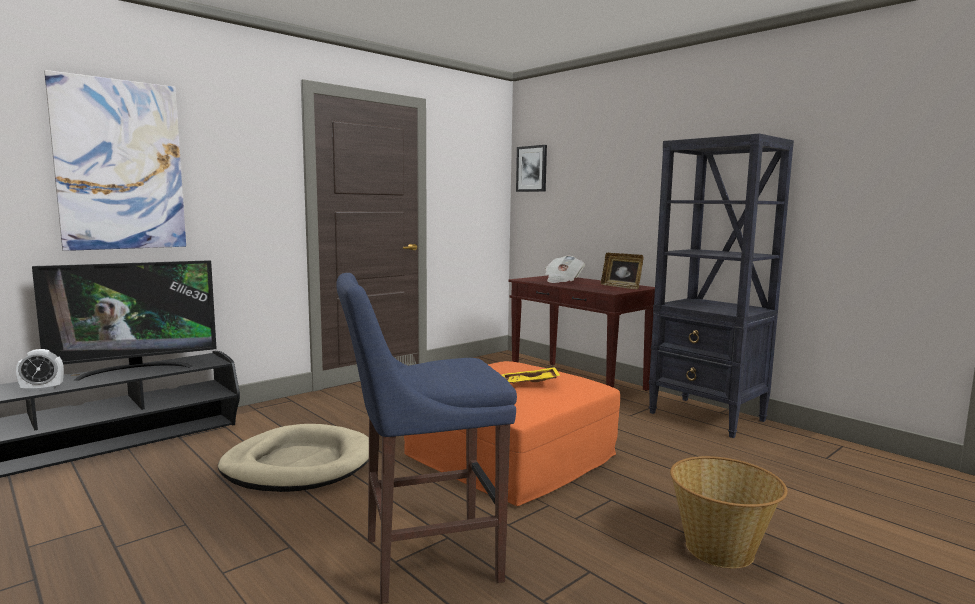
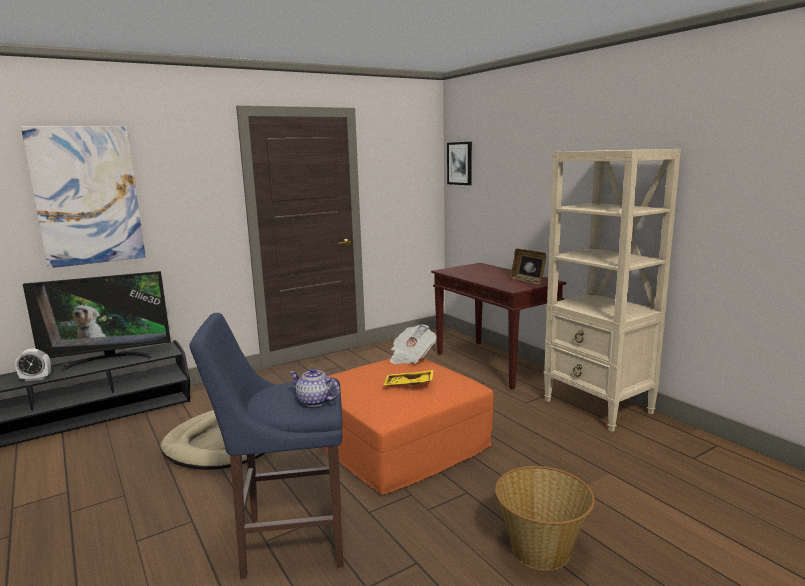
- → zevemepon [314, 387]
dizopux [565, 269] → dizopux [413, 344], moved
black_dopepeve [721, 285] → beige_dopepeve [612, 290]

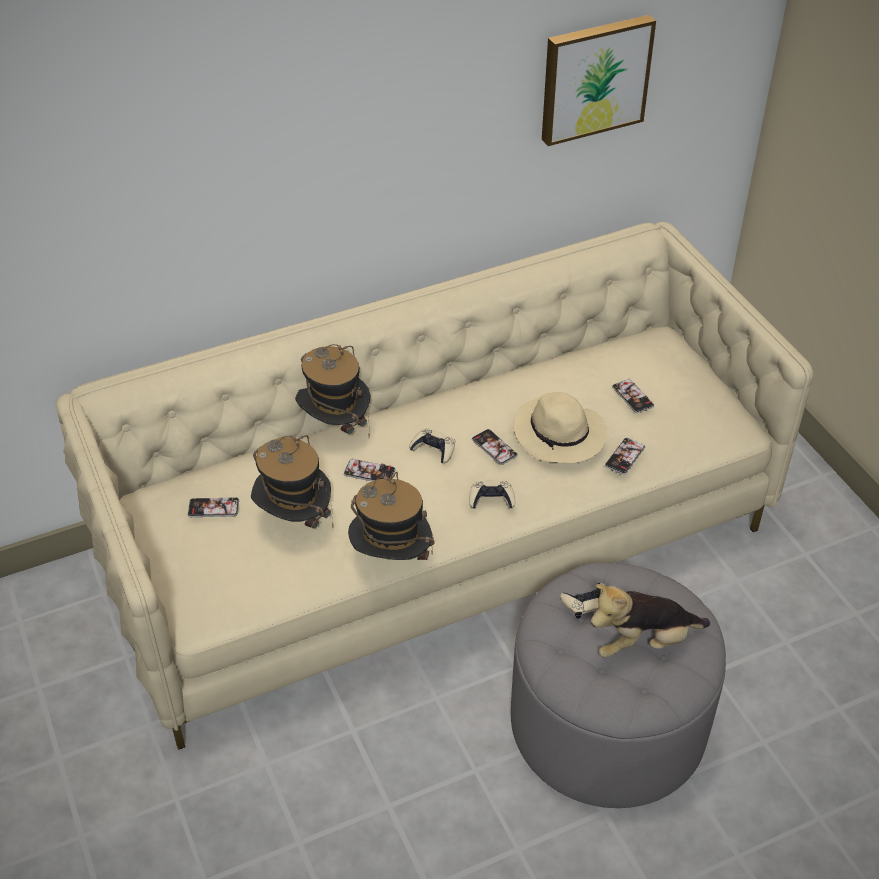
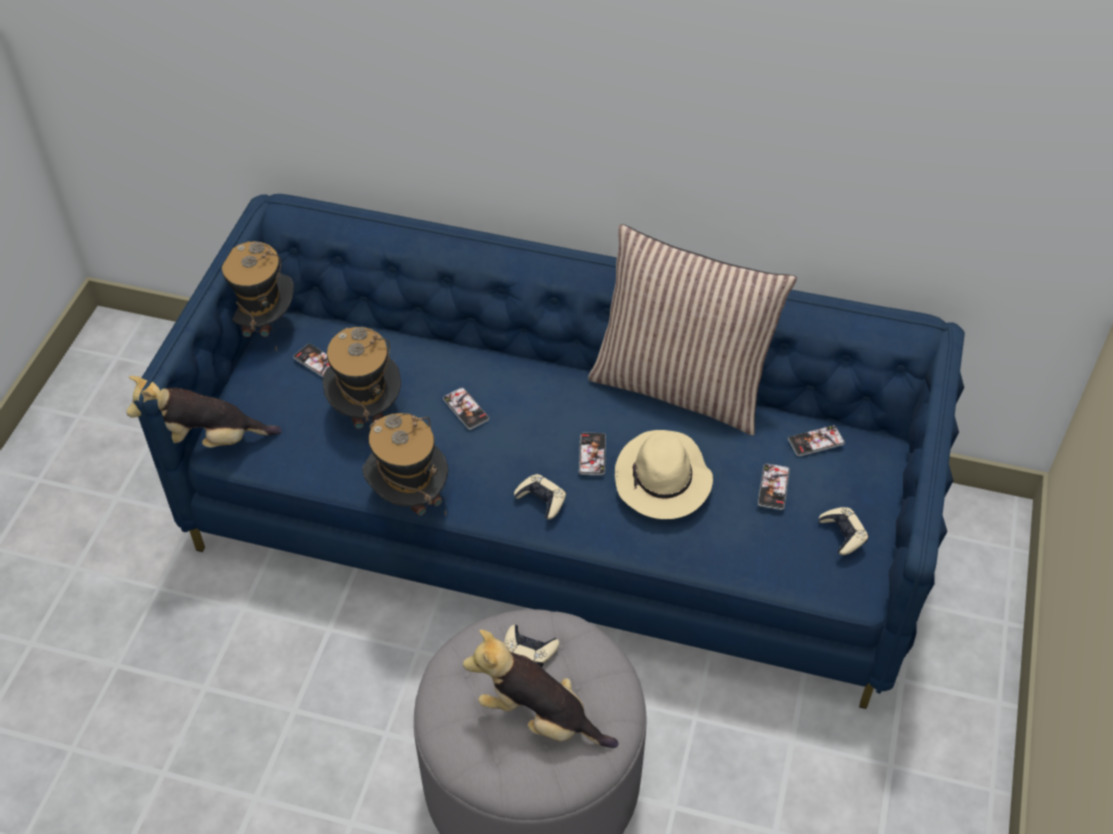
- → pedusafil [204, 412]
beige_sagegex [434, 486] → blue_sagegex [549, 451]
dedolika [332, 390] → dedolika [258, 296], moved
- → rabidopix [692, 329]
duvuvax [625, 456] → duvuvax [816, 440], moved
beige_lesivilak [432, 446] → beige_lesivilak [844, 531], moved
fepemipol [599, 80] → -

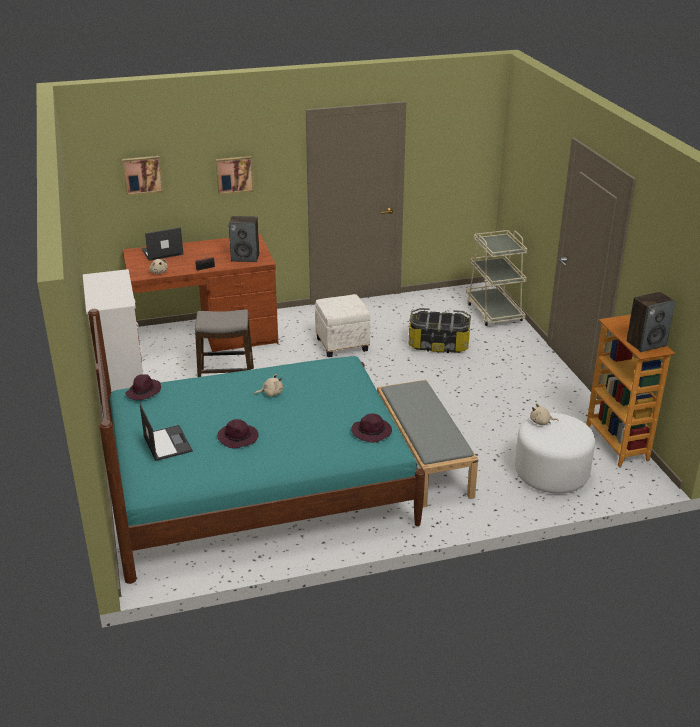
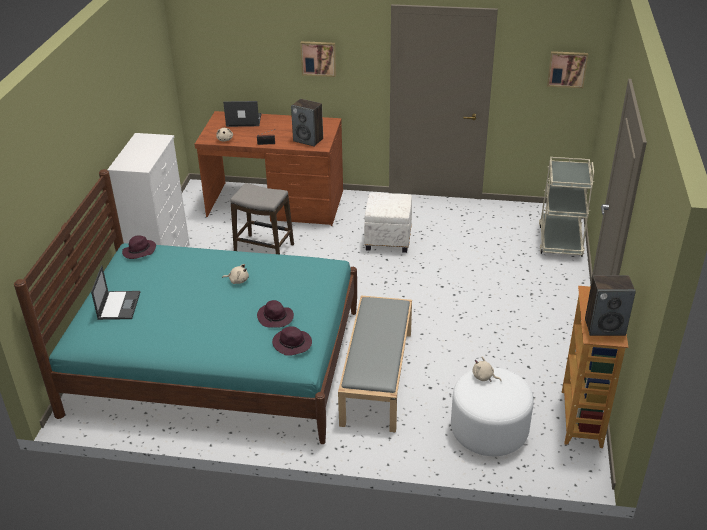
purple_dedolika [238, 433] → purple_dedolika [275, 314], moved
fepemipol [142, 176] → fepemipol [567, 69], moved
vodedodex [440, 330] → -

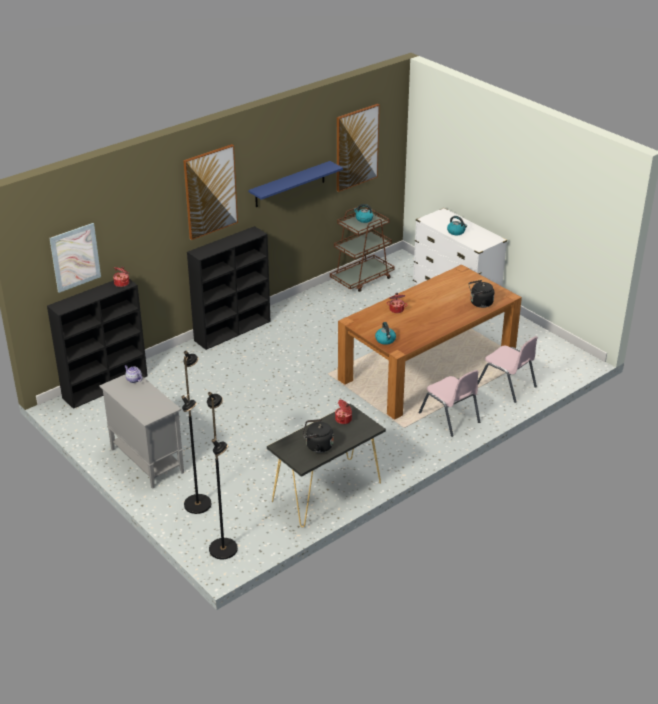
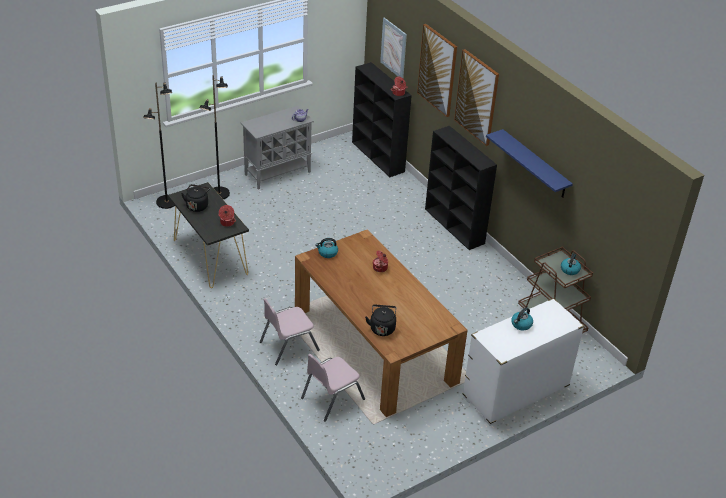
fepemipol [358, 148] → fepemipol [437, 70], moved

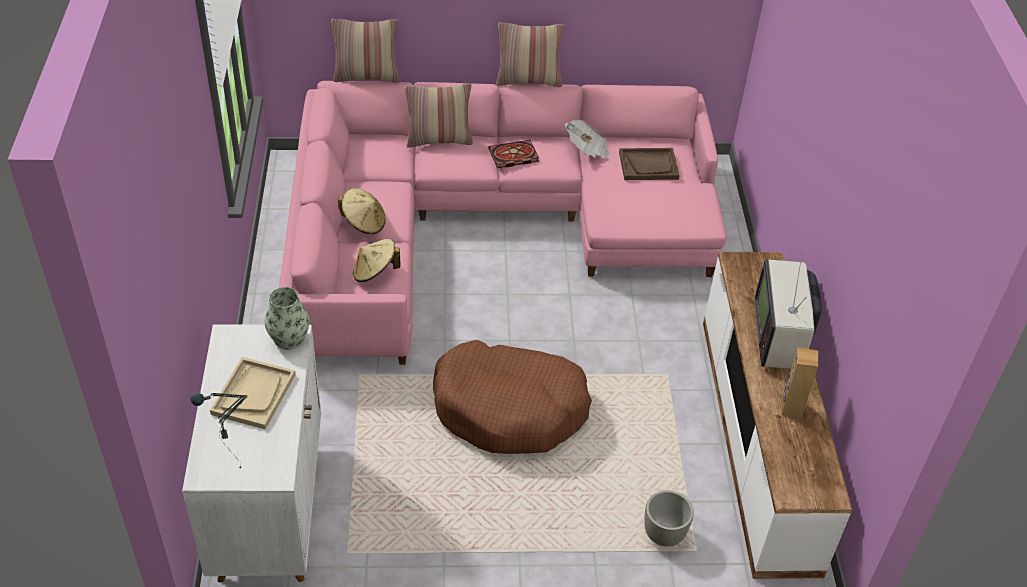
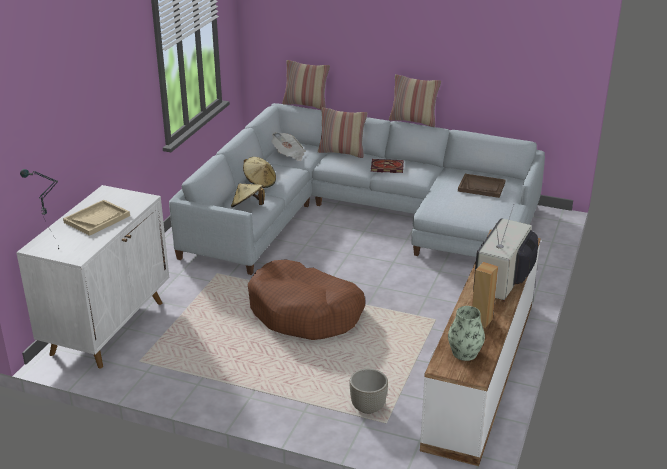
pink_sagegex [502, 223] → grey_sagegex [357, 189]
dizopux [588, 139] → dizopux [288, 146], moved
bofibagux [287, 318] → bofibagux [466, 333], moved

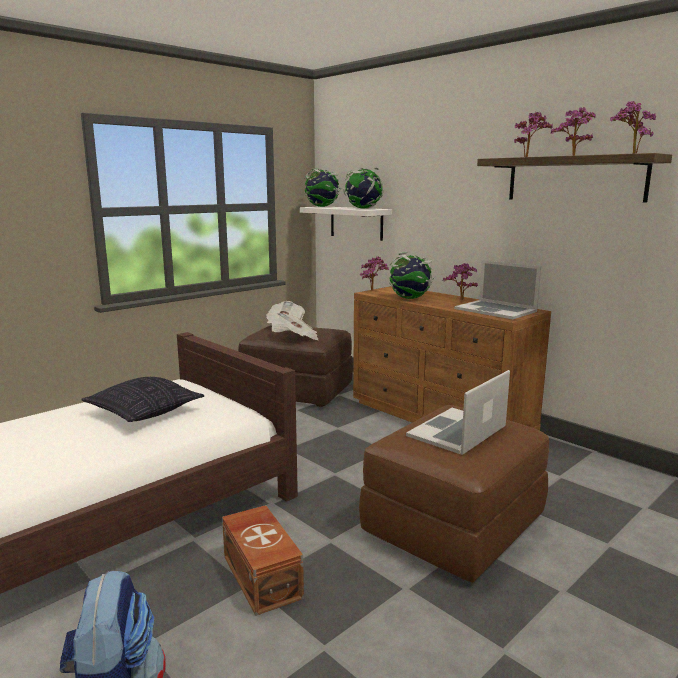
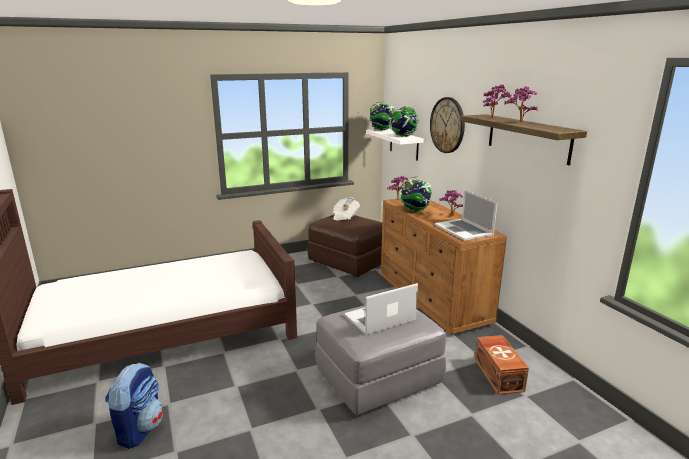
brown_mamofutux [454, 494] → grey_mamofutux [380, 360]
- → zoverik [447, 125]
brown_vodedodex [263, 560] → brown_vodedodex [502, 365], moved
rabidopix [143, 399] → -
dizopux [297, 326] → -
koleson [633, 127] → -

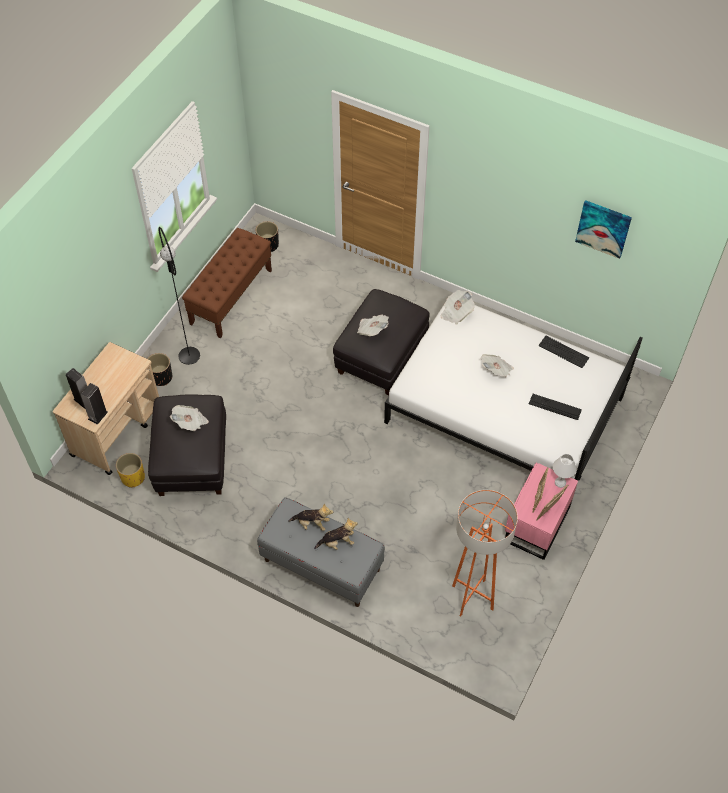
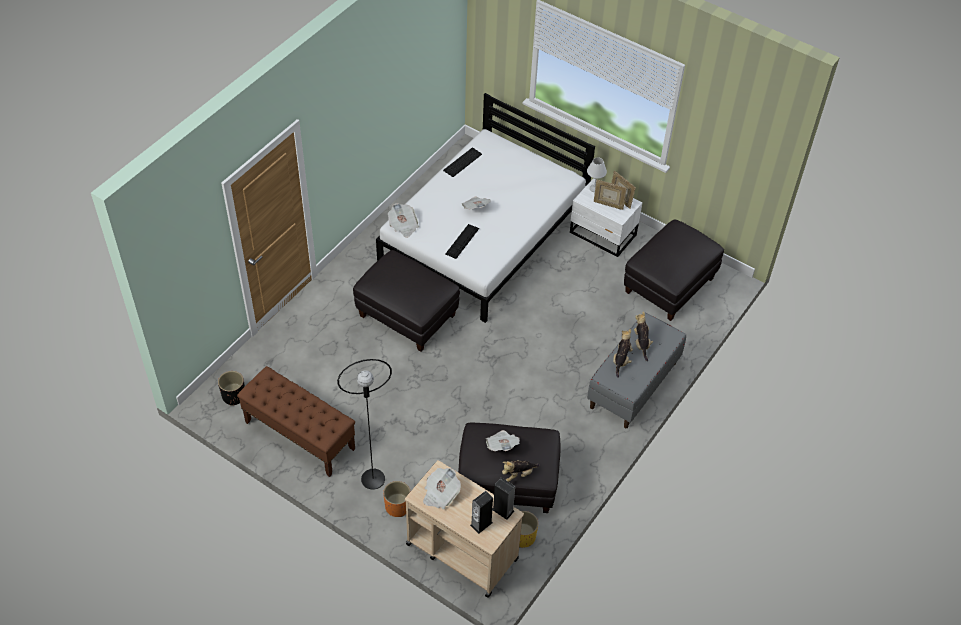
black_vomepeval [159, 369] → orange_vomepeval [397, 499]
dizopux [373, 325] → dizopux [442, 488], moved
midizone [555, 407] → midizone [462, 241], moved
- → pedusafil [520, 471]
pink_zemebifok [541, 511] → white_zemebifok [606, 217]
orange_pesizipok [485, 553] → black_mamofutux [674, 270]
fepemipol [603, 229] → -

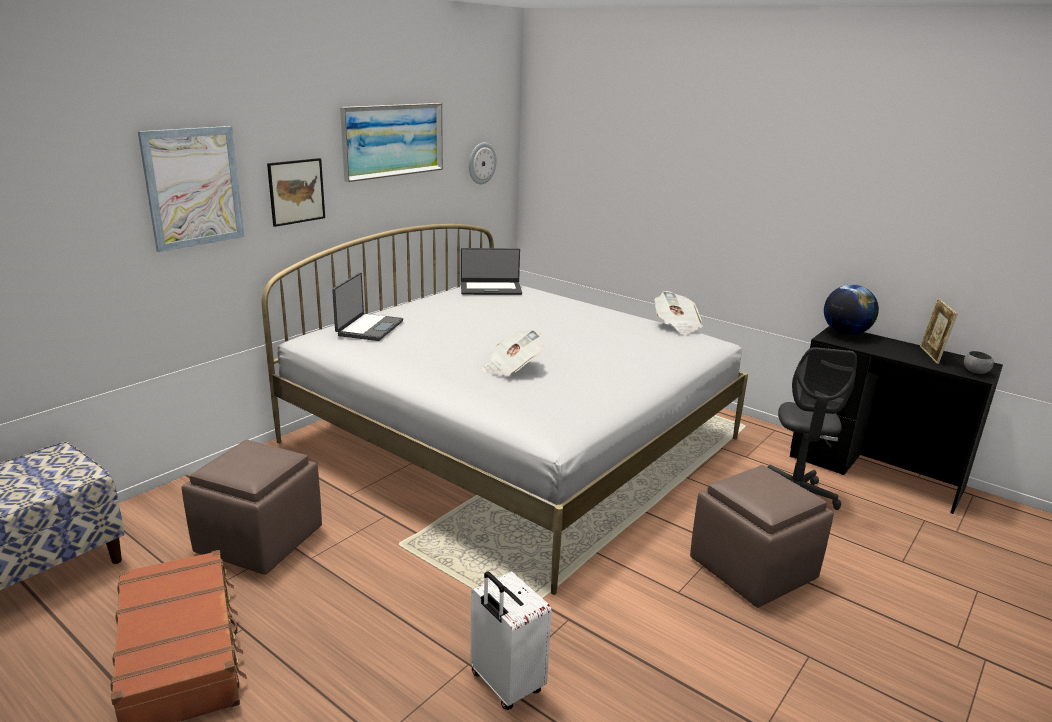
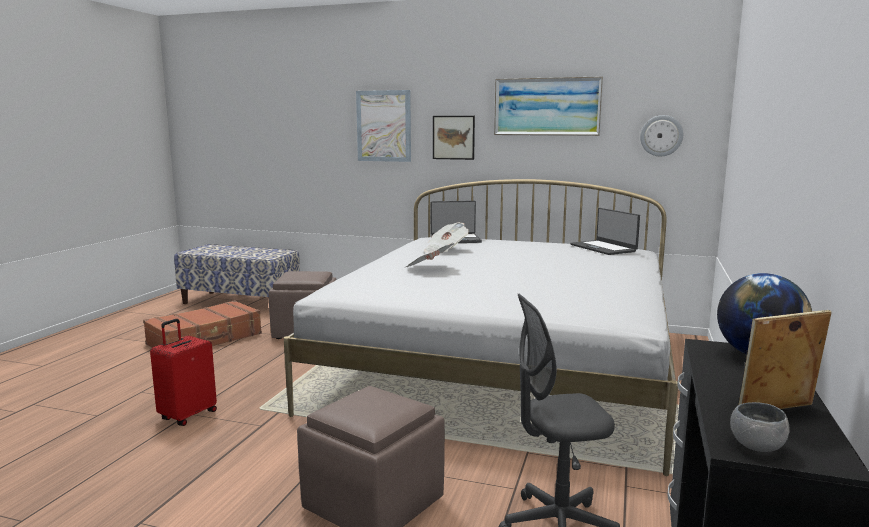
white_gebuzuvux [511, 640] → red_gebuzuvux [183, 372]
dizopux [678, 313] → dizopux [446, 237], moved

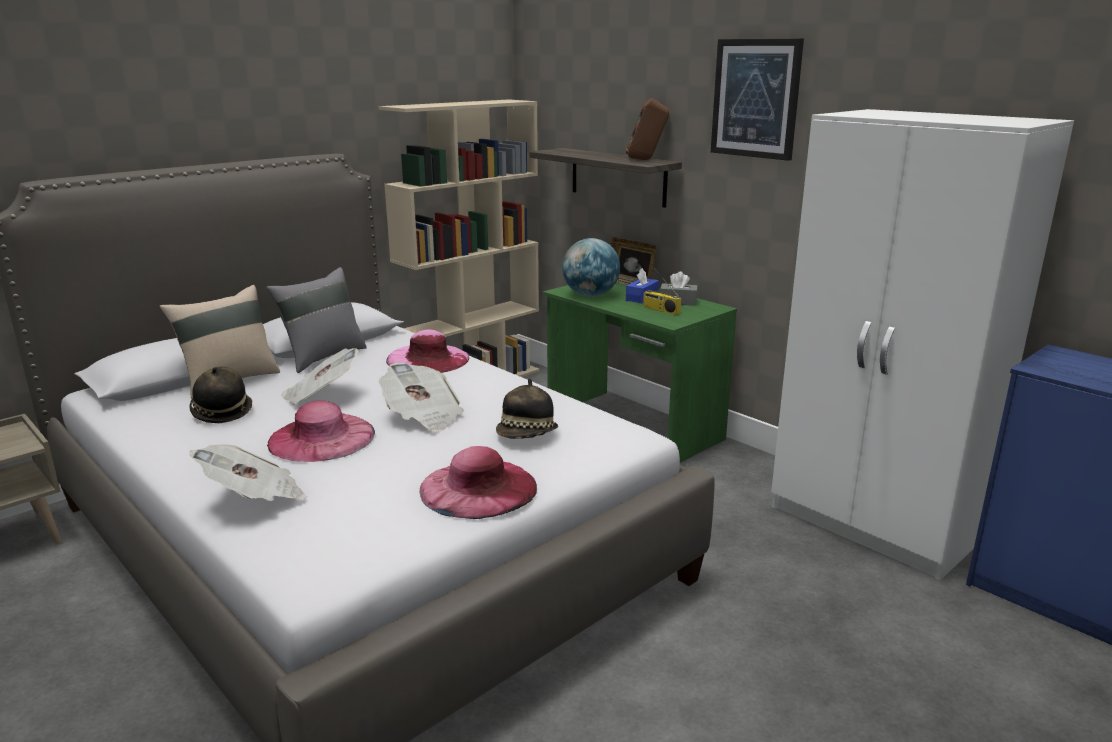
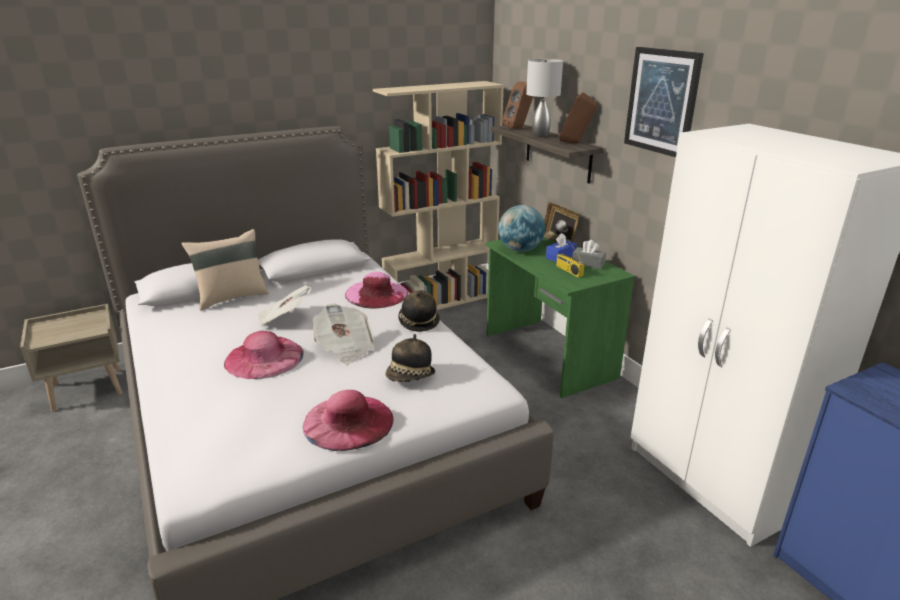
dedolika [220, 395] → dedolika [419, 311], moved
- → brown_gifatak [518, 105]
- → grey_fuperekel [544, 98]
dizopux [248, 473] → -
grey_rabidopix [316, 320] → -

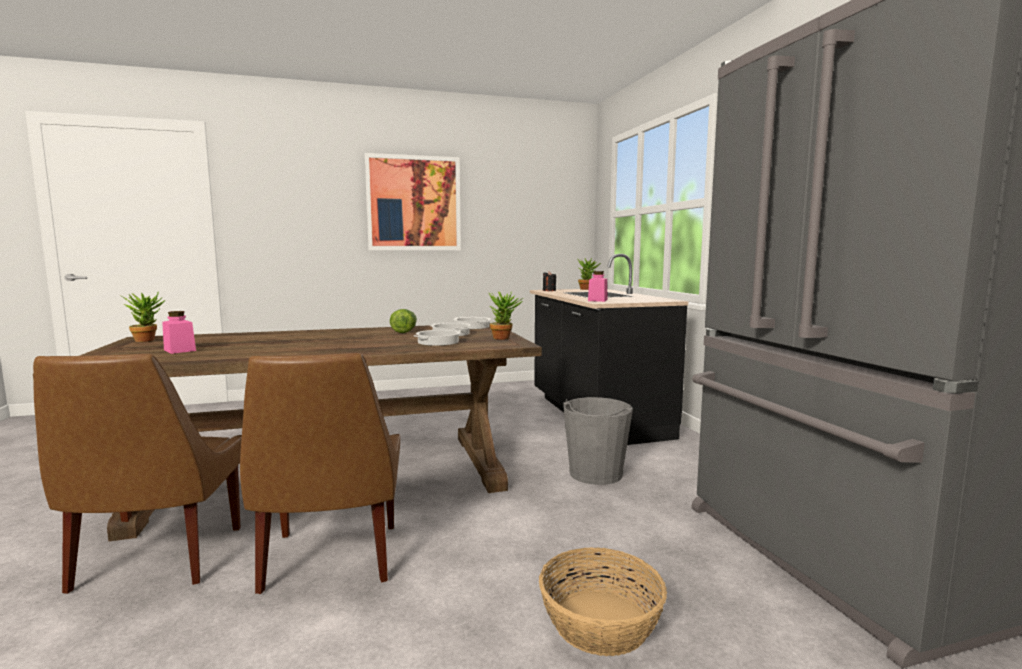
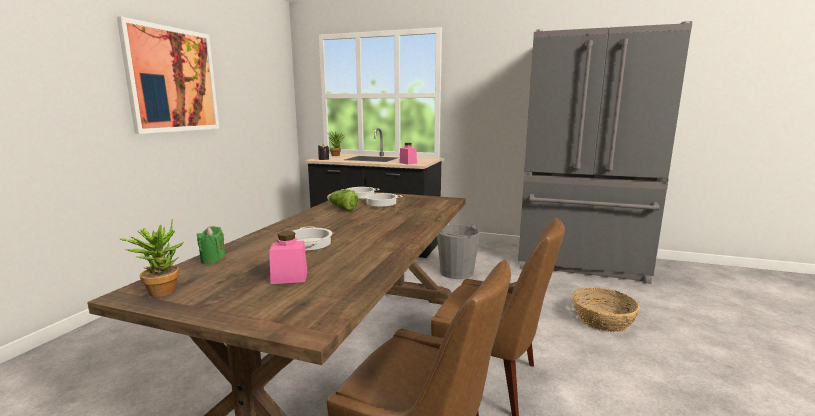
- → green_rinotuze [211, 245]
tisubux [437, 338] → tisubux [312, 238], moved
koleson [505, 316] → -

